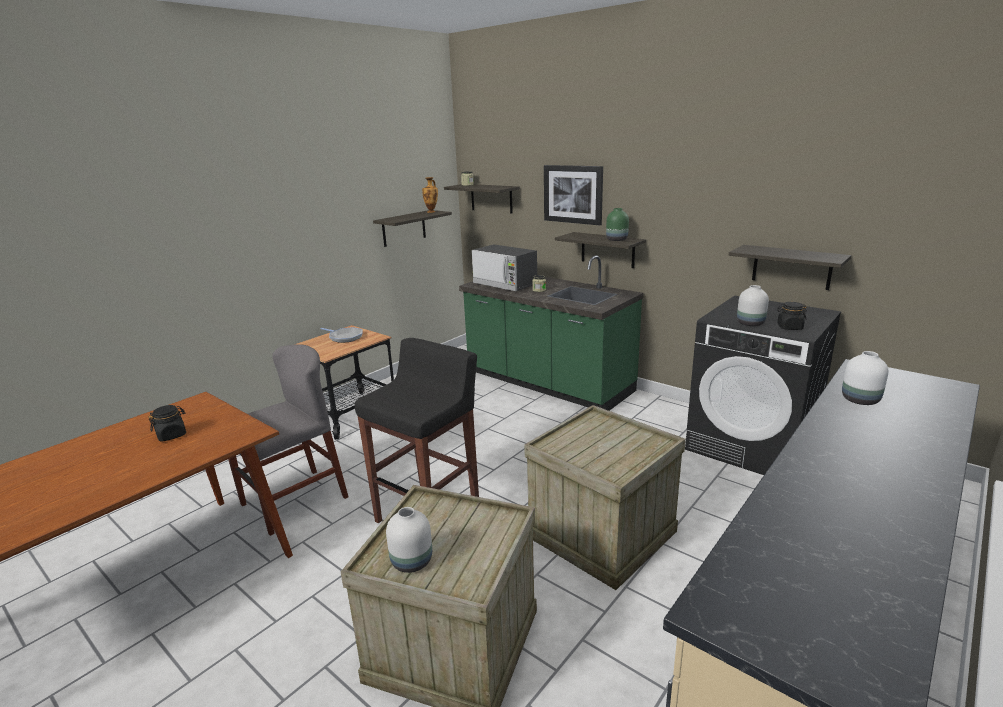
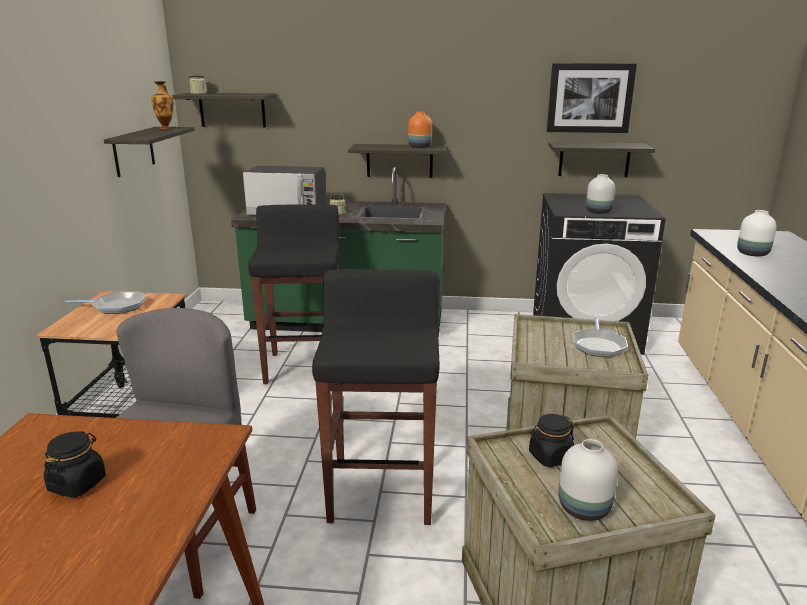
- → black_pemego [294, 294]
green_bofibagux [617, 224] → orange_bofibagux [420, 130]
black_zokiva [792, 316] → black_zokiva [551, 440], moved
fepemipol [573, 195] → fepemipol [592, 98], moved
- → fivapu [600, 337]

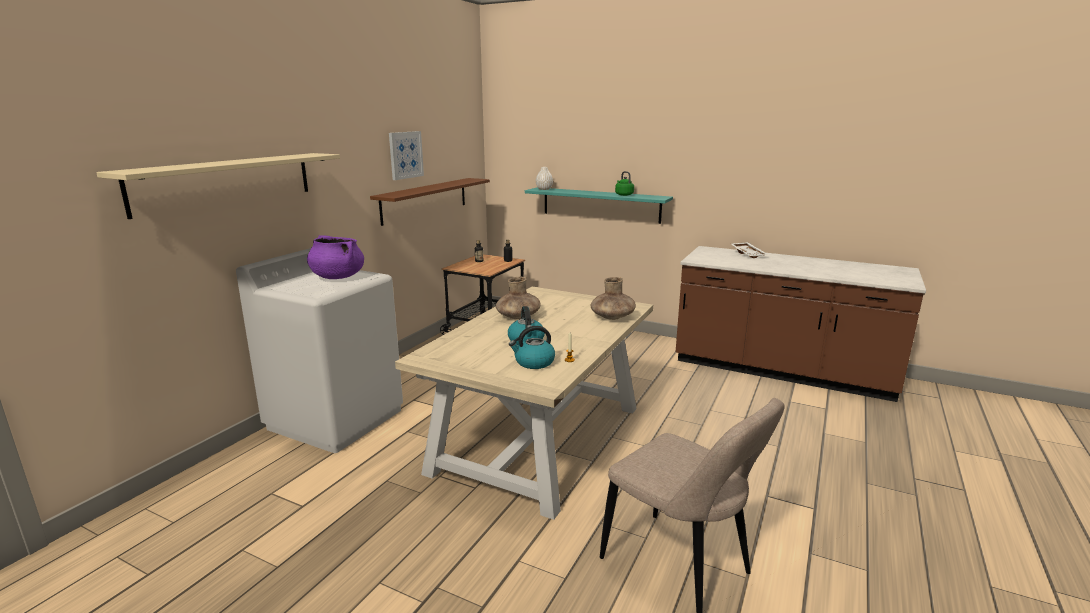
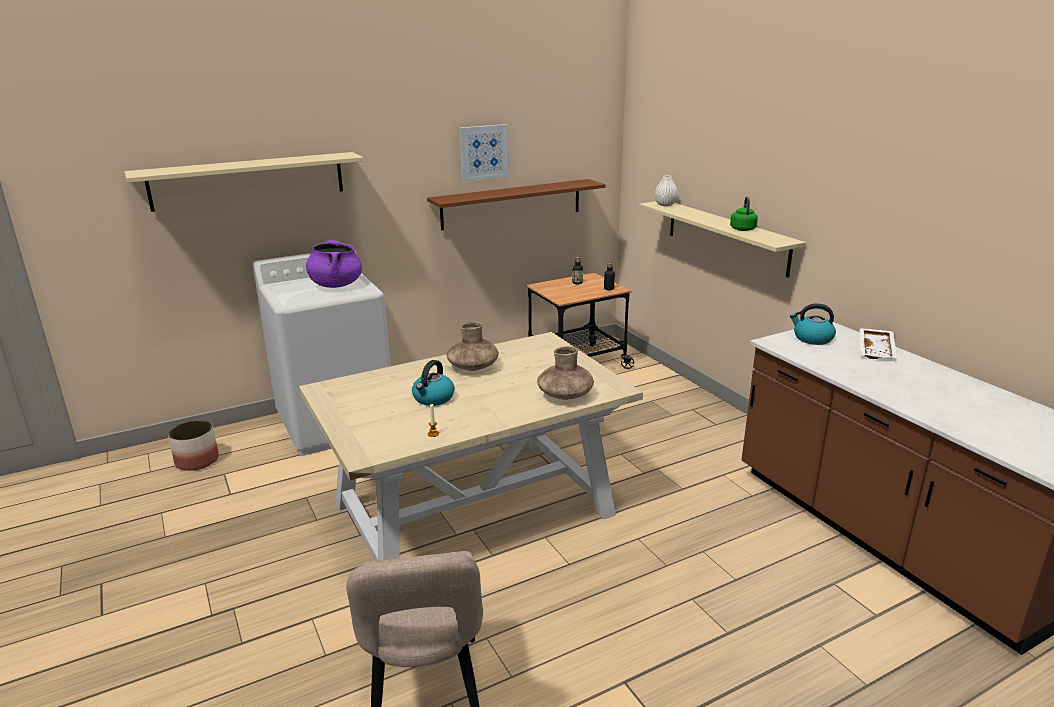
- → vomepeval [193, 445]
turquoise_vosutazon [599, 205] → beige_vosutazon [722, 239]
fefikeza [532, 347] → fefikeza [813, 324], moved

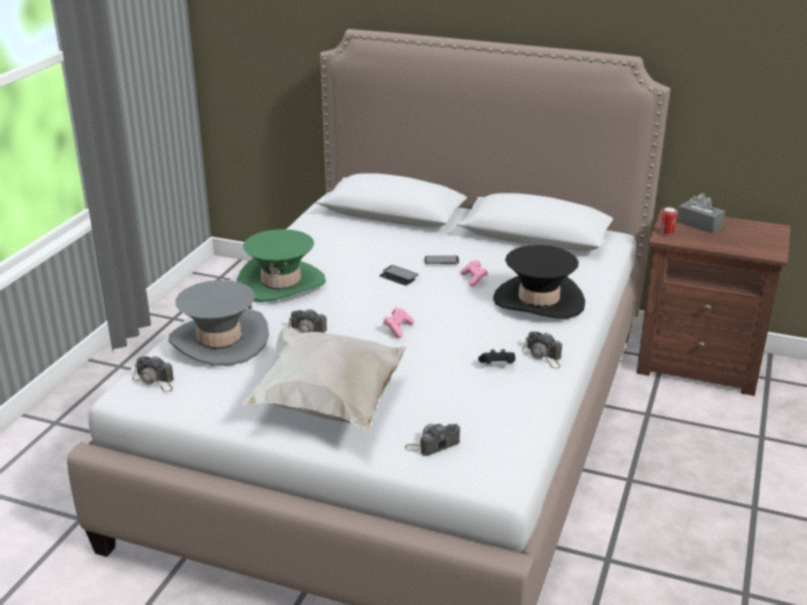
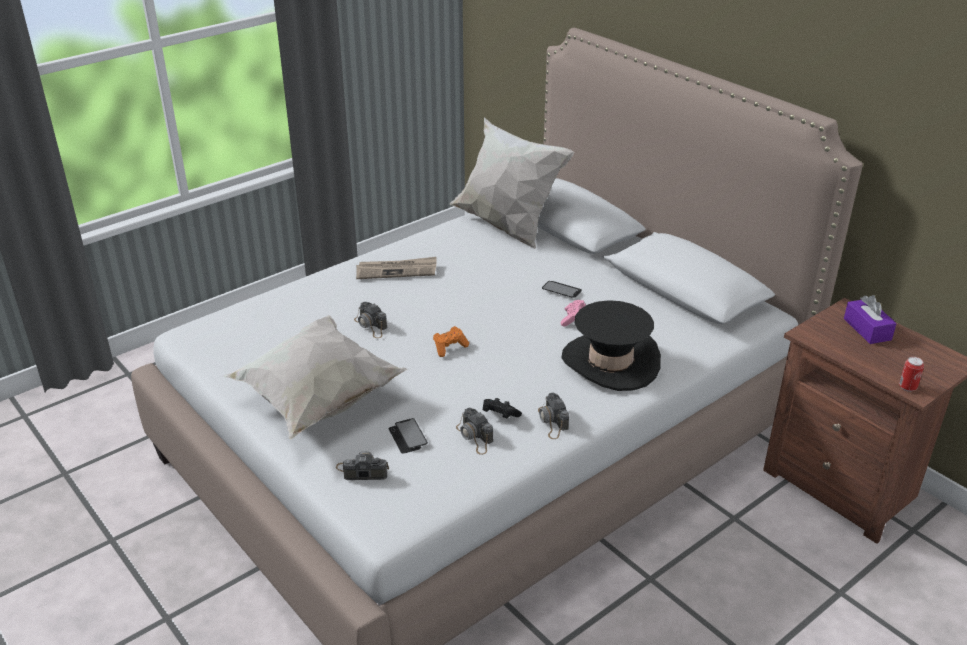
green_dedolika [281, 265] → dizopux [396, 268]
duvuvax [399, 275] → duvuvax [408, 436], moved
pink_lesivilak [398, 323] → orange_lesivilak [451, 341]
- → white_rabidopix [512, 183]
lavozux [153, 373] → lavozux [474, 431], moved
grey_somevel [701, 213] → purple_somevel [870, 319]
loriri [668, 221] → loriri [911, 374], moved
grey_dedolika [219, 323] → -

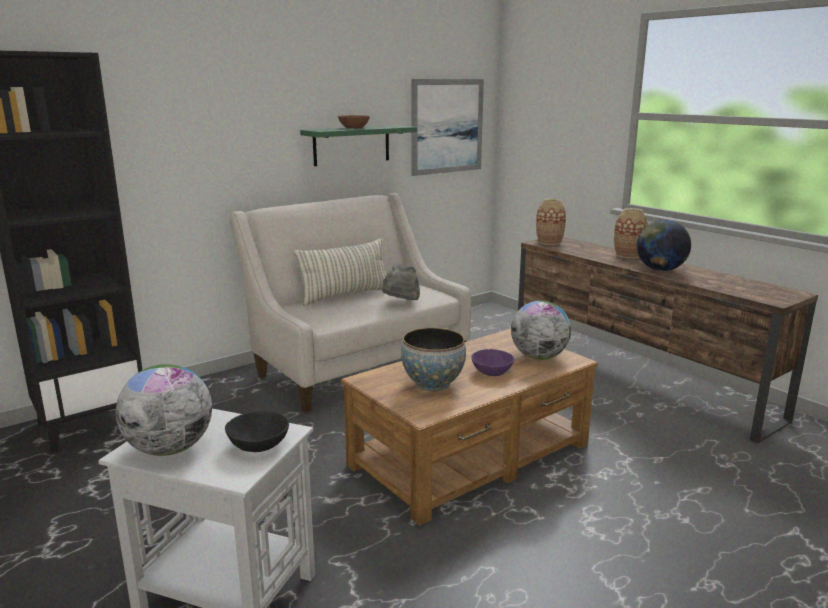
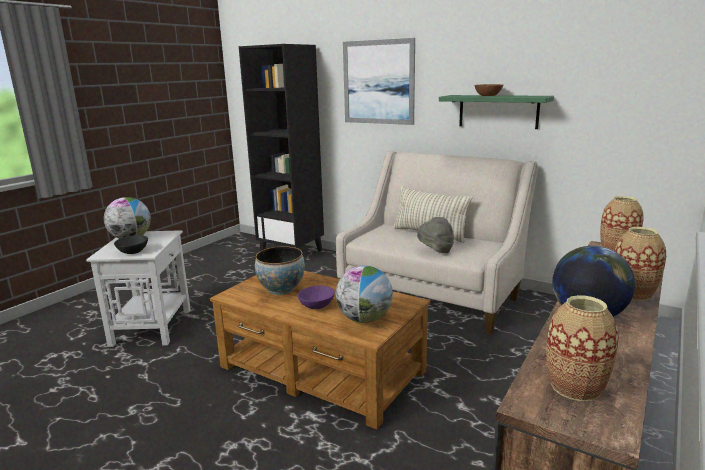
fepemipol [447, 127] → fepemipol [379, 81], moved
- → bofibagux [582, 348]

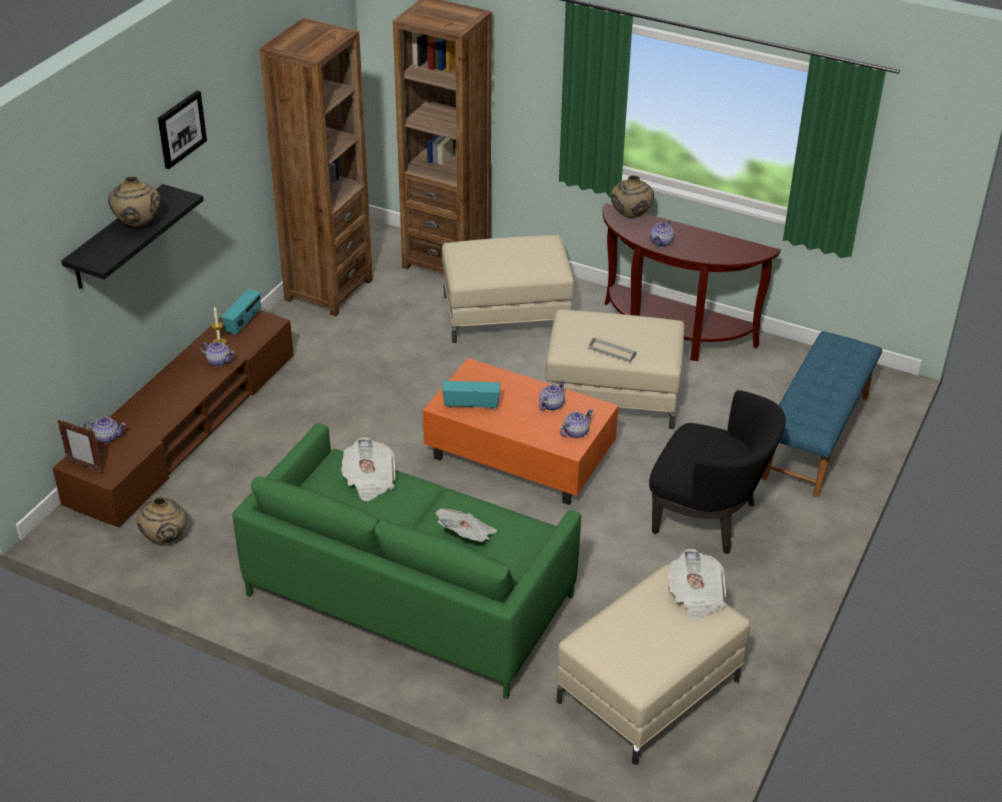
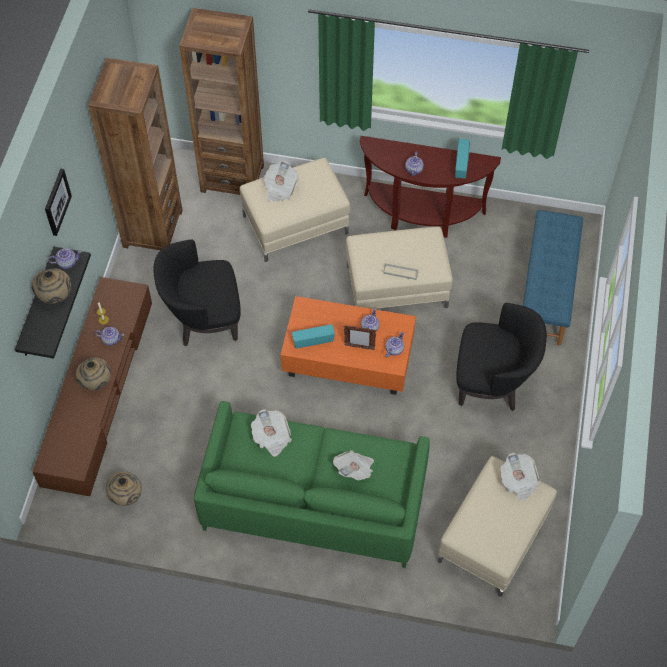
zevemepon [105, 430] → zevemepon [65, 258], moved
beige_bofibagux [632, 196] → beige_bofibagux [93, 374], moved
- → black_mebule [197, 292]
- → dizopux [281, 181]
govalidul [80, 446] → govalidul [360, 338], moved
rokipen [241, 312] → rokipen [462, 159], moved

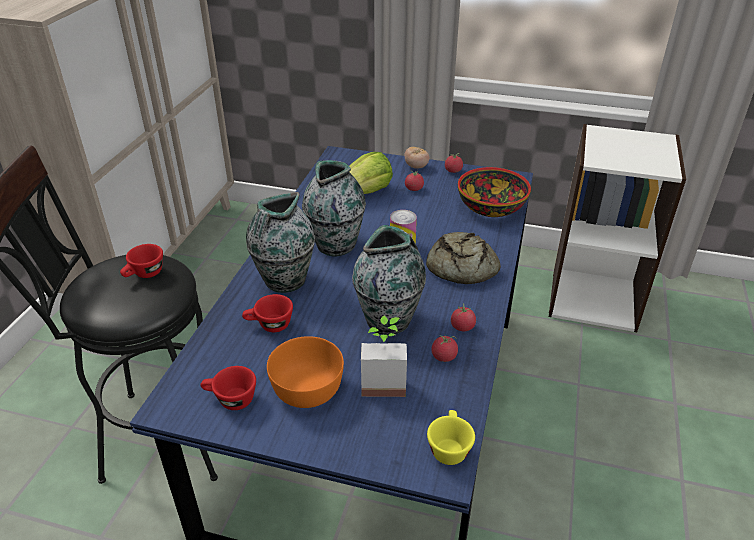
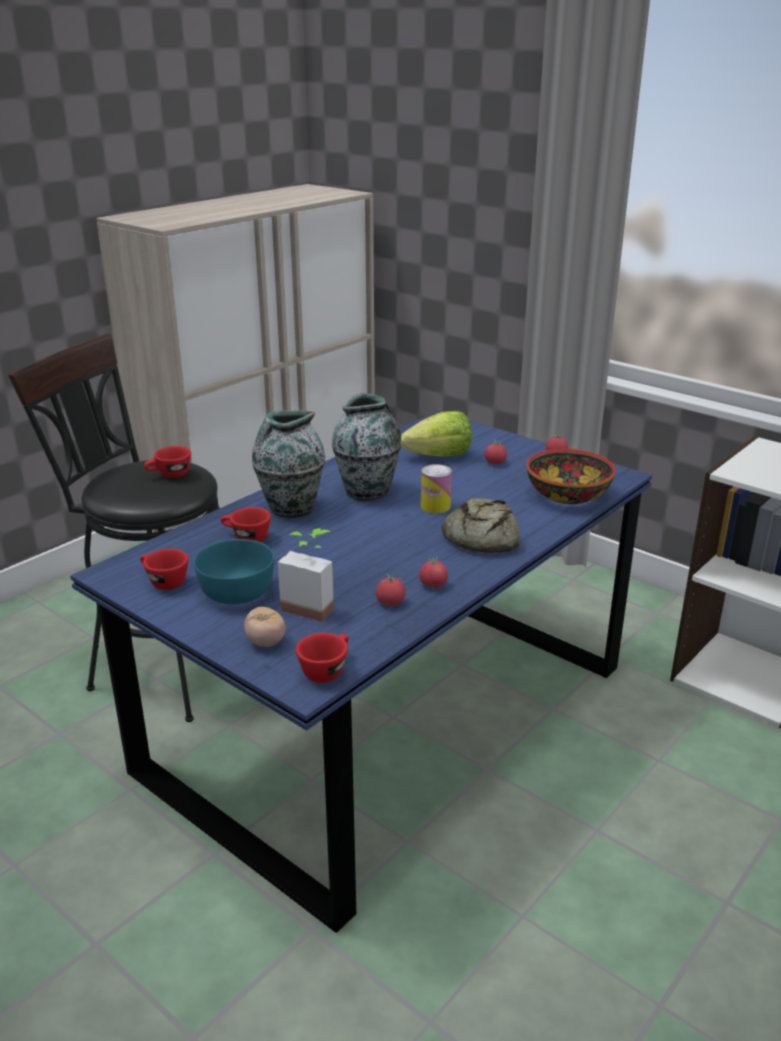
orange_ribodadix [305, 372] → turquoise_ribodadix [234, 572]
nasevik [416, 157] → nasevik [265, 627], moved
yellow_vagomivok [451, 437] → red_vagomivok [322, 658]
bofibagux [389, 280] → -

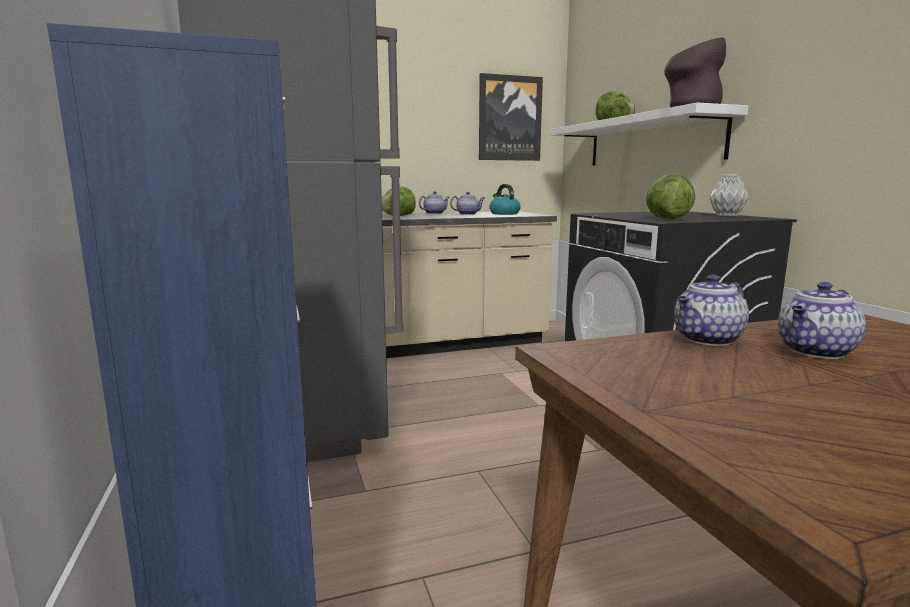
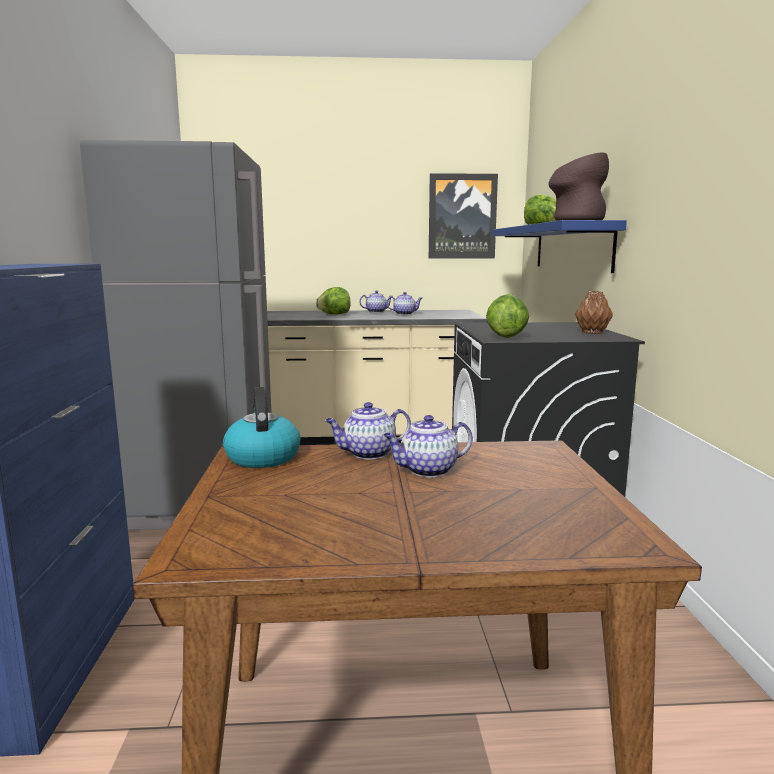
fefikeza [505, 199] → fefikeza [261, 427], moved
white_vosutazon [649, 134] → blue_vosutazon [560, 246]
grey_bofibagux [729, 195] → brown_bofibagux [594, 312]

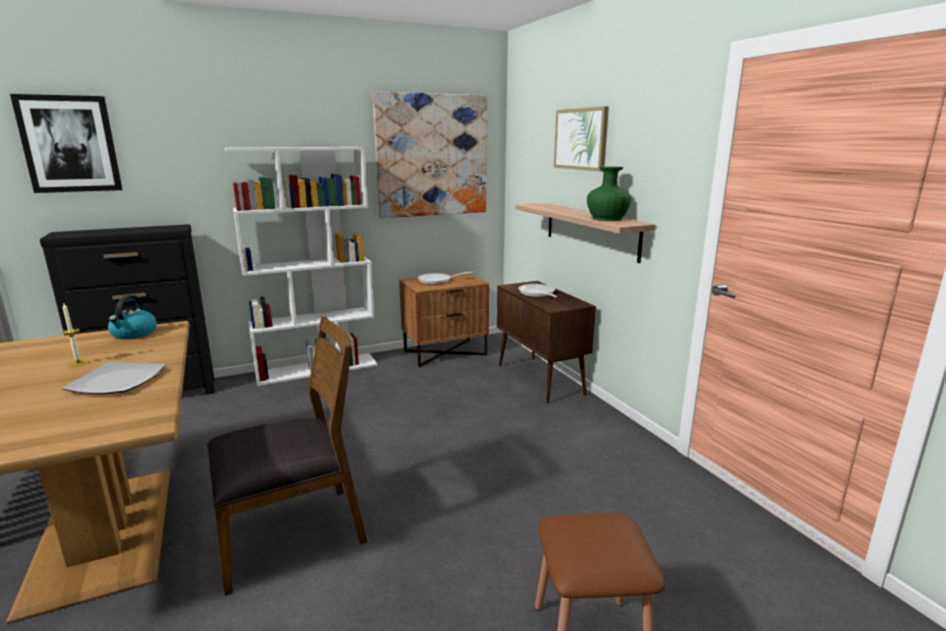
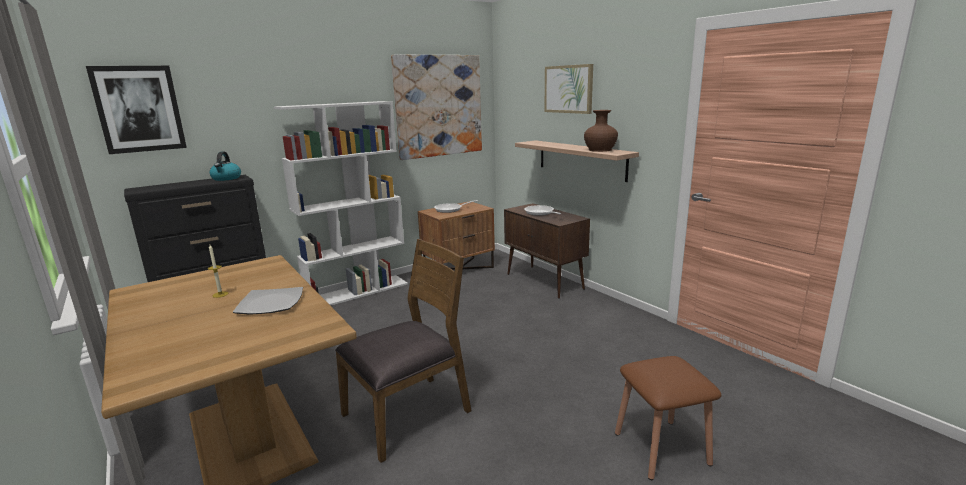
fefikeza [132, 317] → fefikeza [225, 166], moved
green_bofibagux [609, 193] → brown_bofibagux [601, 131]

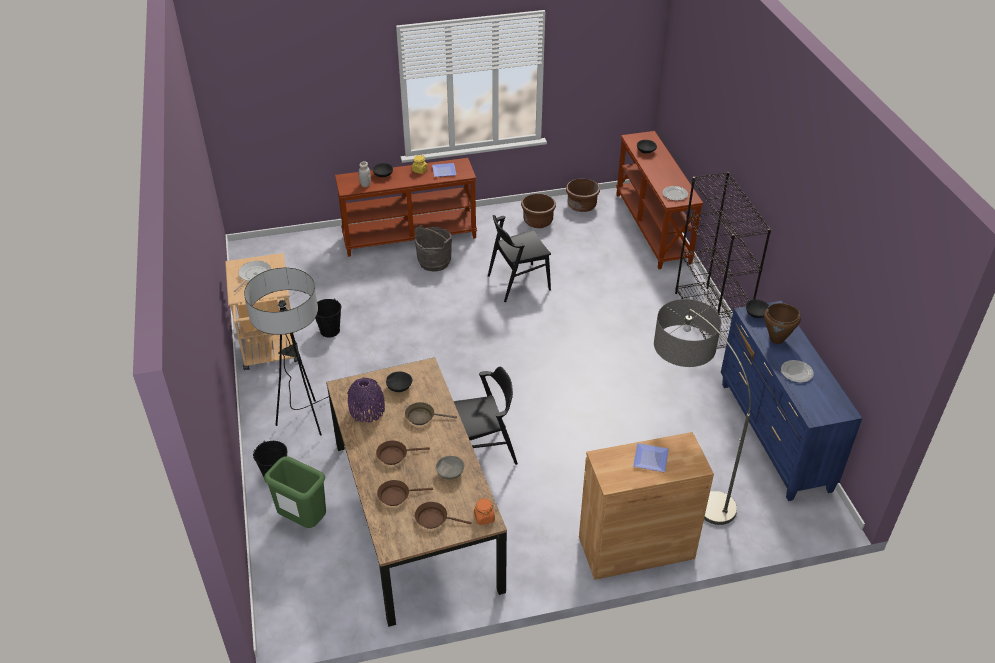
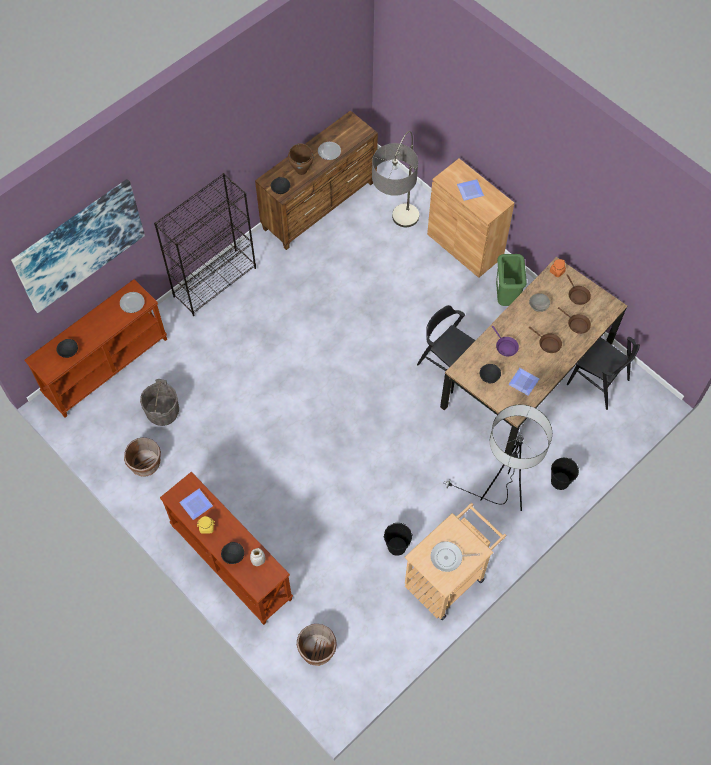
- → fepemipol [78, 246]
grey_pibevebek [433, 248] → grey_pibevebek [159, 402], moved
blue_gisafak [791, 401] → brown_gisafak [316, 180]
brown_vomepeval [583, 195] → brown_vomepeval [317, 645], moved
brown_fivapu [431, 413] → purple_fivapu [505, 341]
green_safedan [295, 492] → green_safedan [511, 280], moved
purple_bofibagux [366, 400] → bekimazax [523, 382]
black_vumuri [519, 258] → black_vumuri [603, 373], moved

